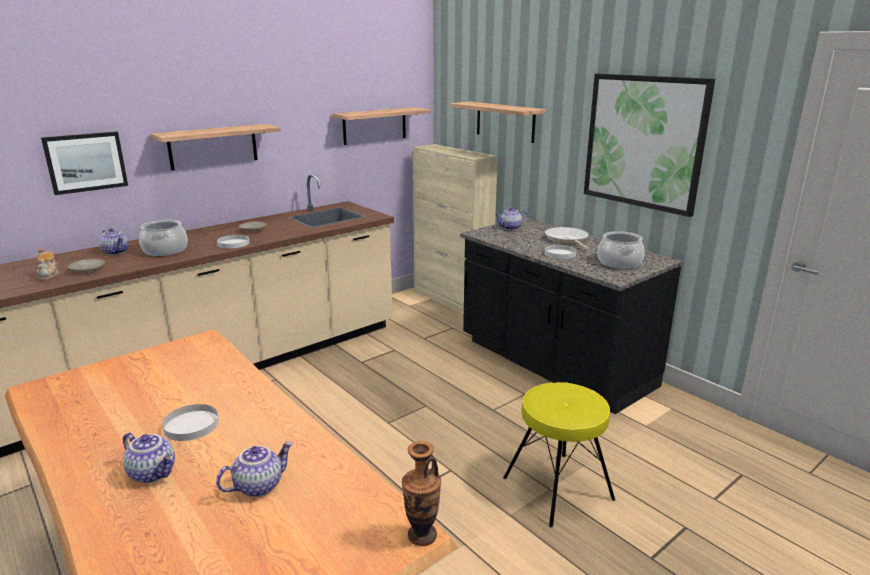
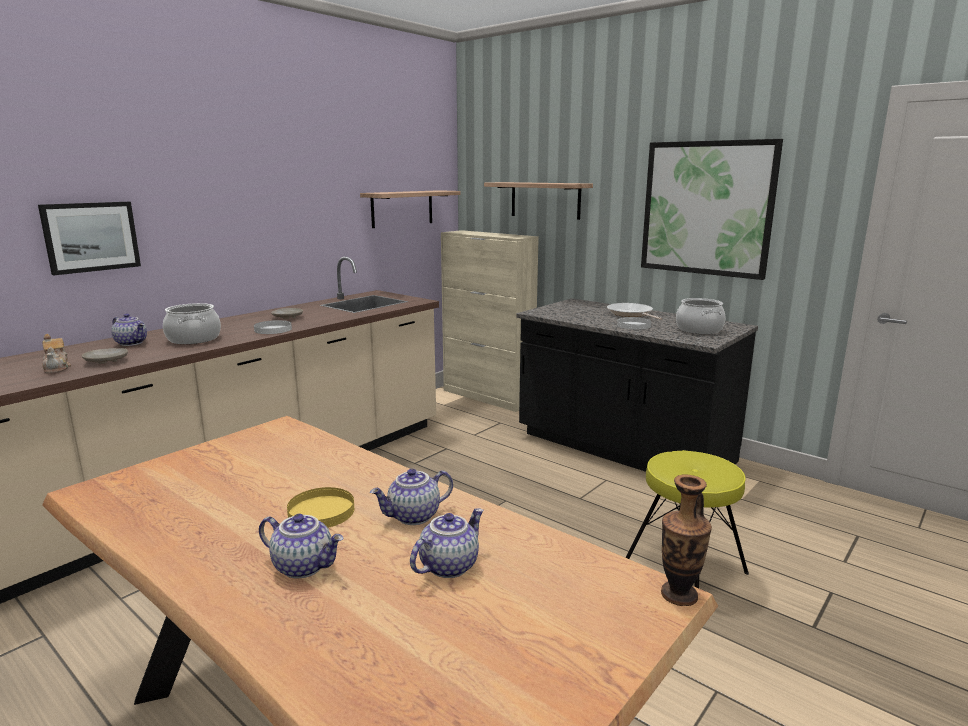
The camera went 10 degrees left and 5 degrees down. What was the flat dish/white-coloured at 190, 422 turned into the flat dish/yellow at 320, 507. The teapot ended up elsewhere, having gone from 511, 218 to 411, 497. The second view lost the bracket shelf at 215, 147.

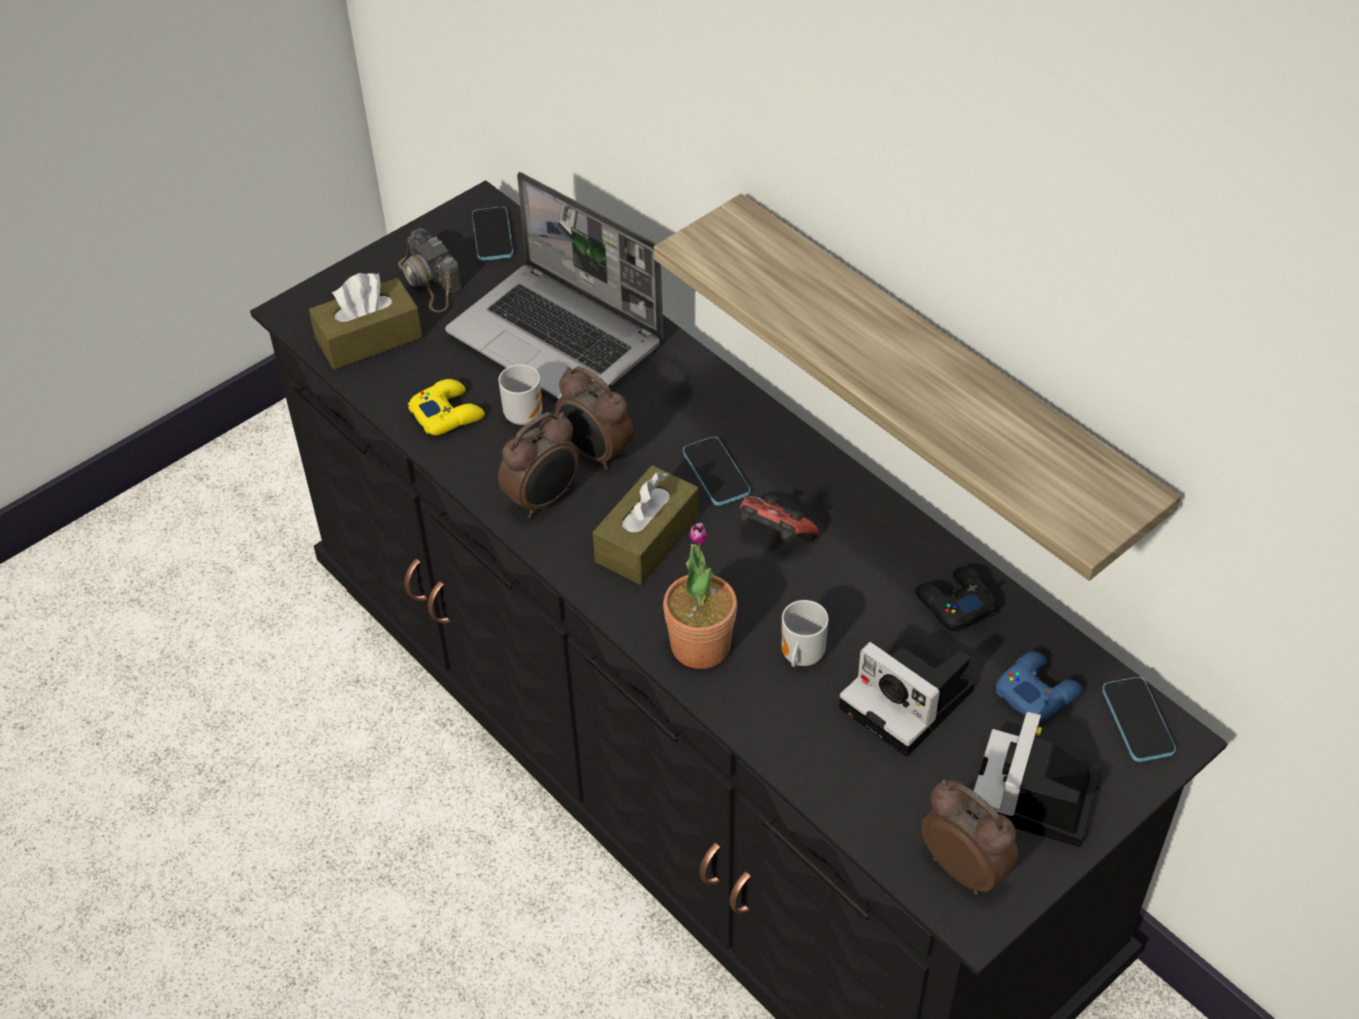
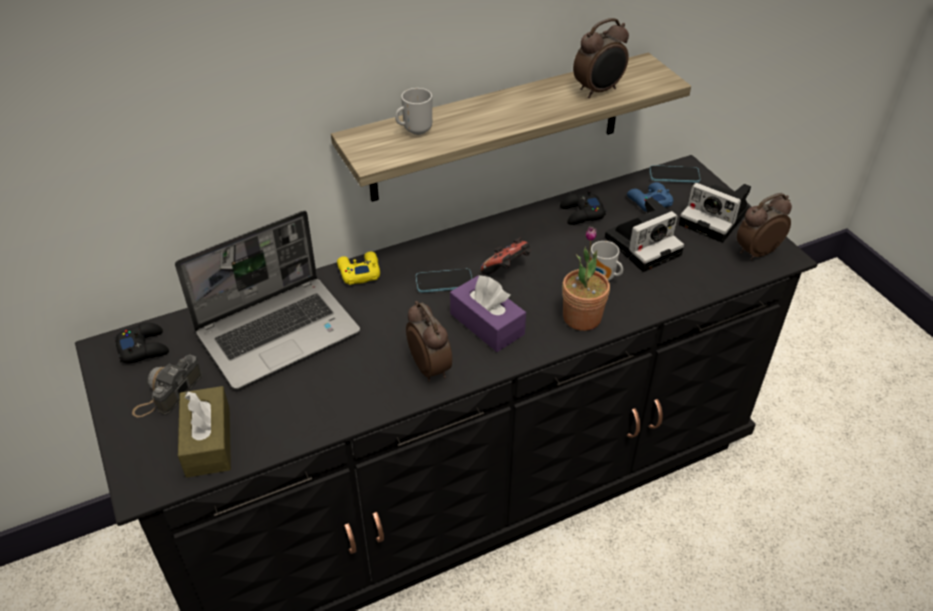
The camera went 75 degrees left and 5 degrees down. Where the telephone stood at 492, 234, the game controller/black-coloured came to stand at 141, 343. The photo camera at 429, 270 ended up facing another way, 135 degrees clockwise from before. The game controller/yellow ended up elsewhere, having gone from 446, 407 to 358, 268. The coffee mug ended up elsewhere, having gone from 520, 394 to 413, 111. What was the box of tissues/brown-coloured at 646, 525 turned into the box of tissues/purplish at 488, 313. The bedside clock ended up elsewhere, having gone from 594, 418 to 601, 58.

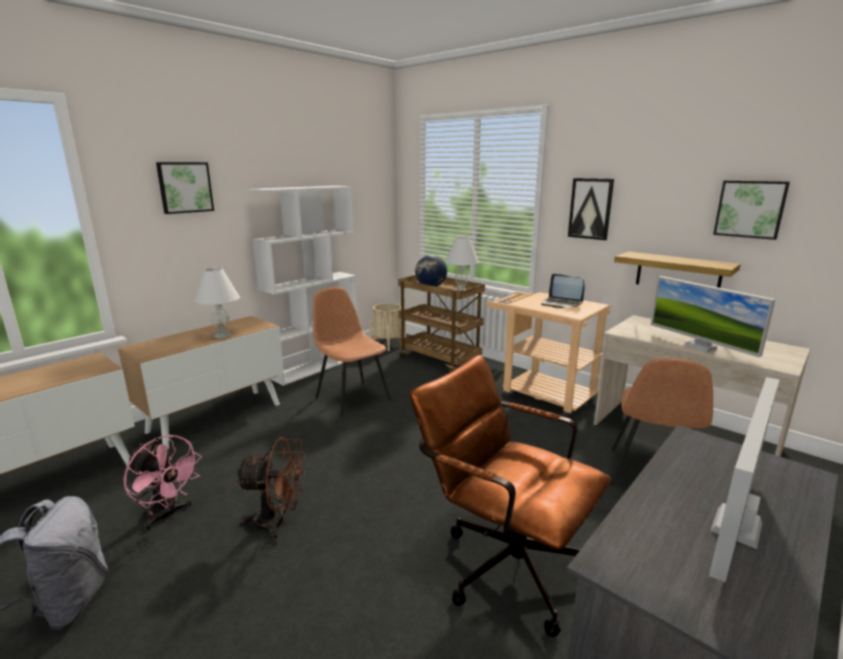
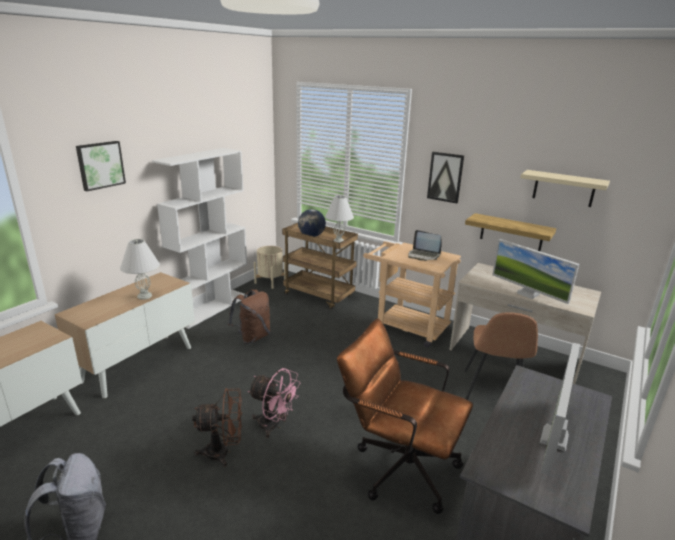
The camera went 10 degrees left and 5 degrees up. Where the plain chair/brown-coloured stood at 352, 351, the backpack/brown-coloured came to stand at 249, 316. The fan/pink ended up elsewhere, having gone from 163, 483 to 274, 403. Where the wall picture hung at 751, 210, the bracket shelf/beige-coloured came to hang at 565, 188.

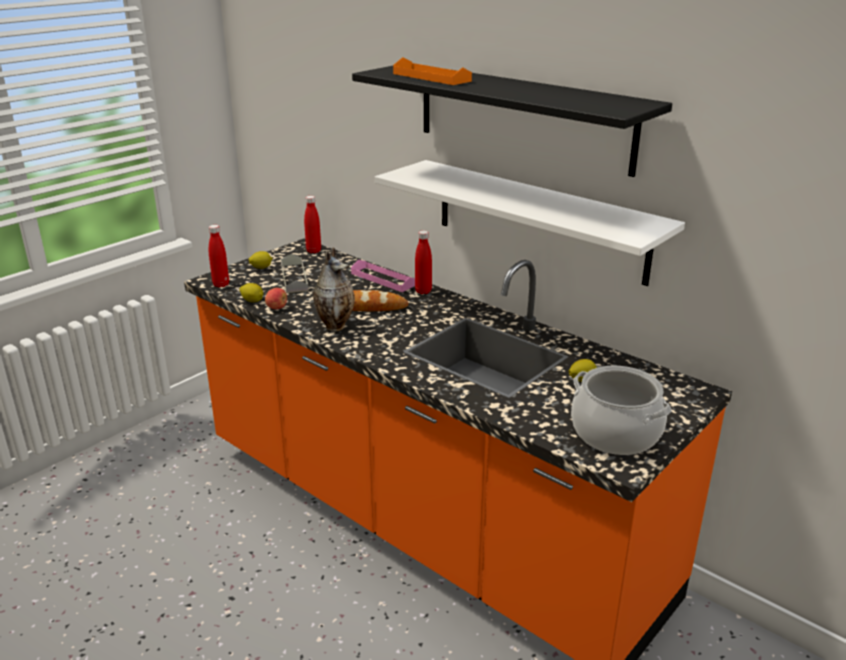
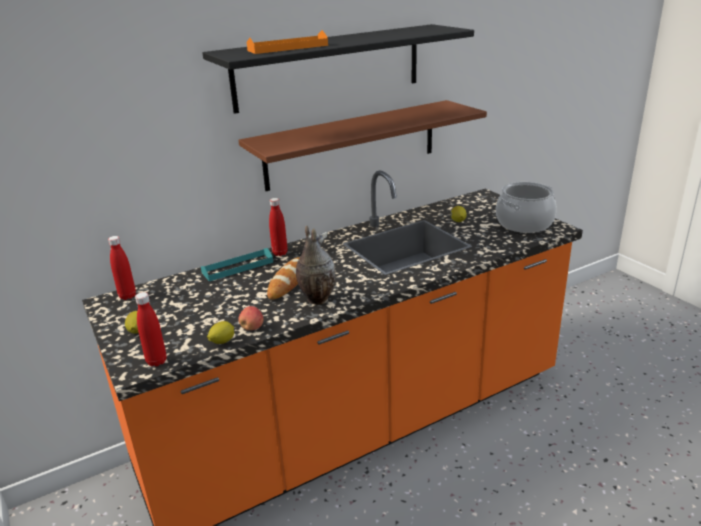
The camera went 70 degrees left and 0 degrees up. What was the tray/pink at 383, 276 turned into the tray/turquoise at 237, 264. What was the bracket shelf/white-coloured at 530, 223 turned into the bracket shelf/brown-coloured at 363, 145. The second view lost the tray/greyish at 295, 273.

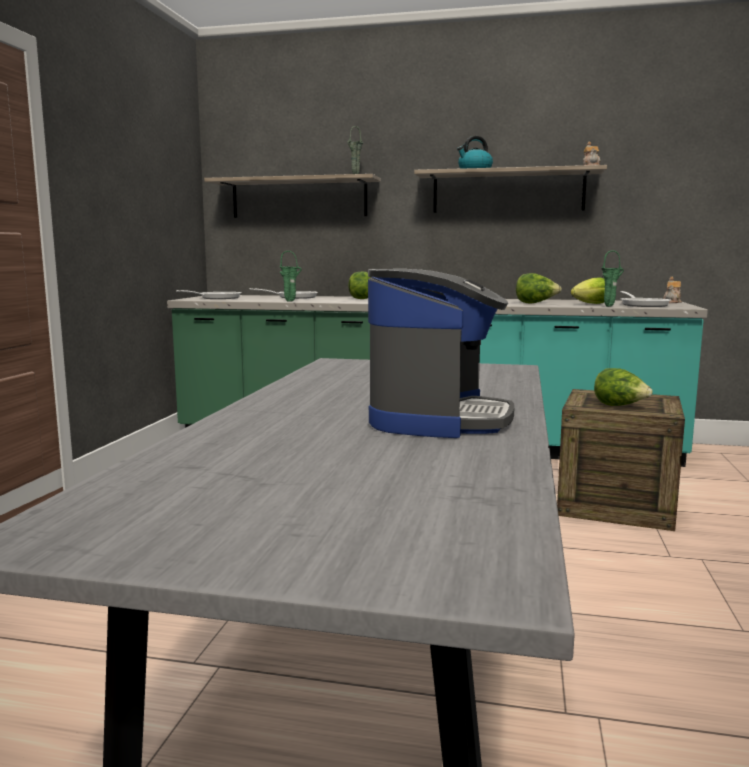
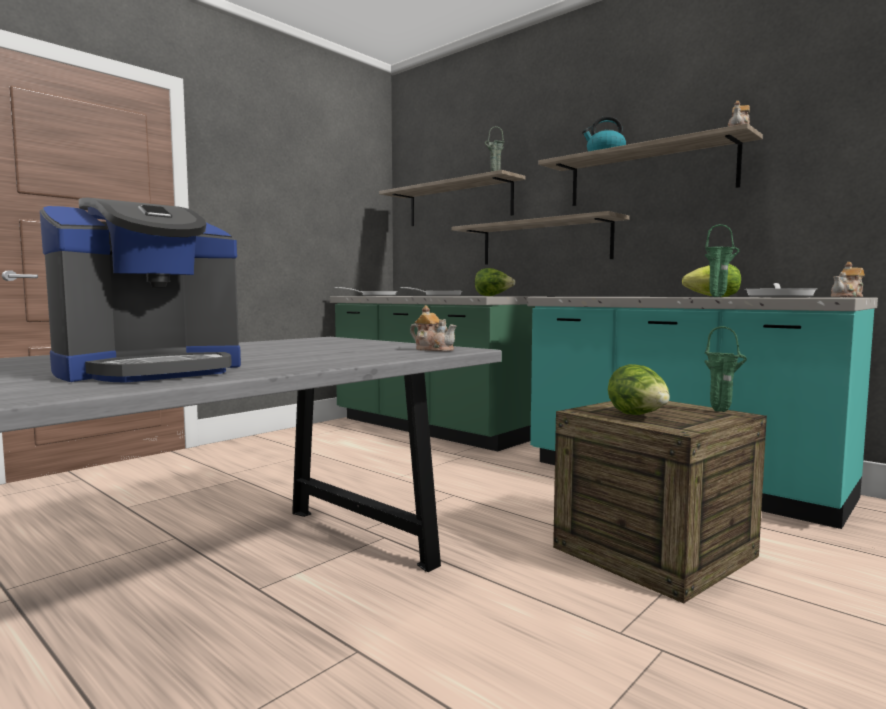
The camera went 30 degrees right and 5 degrees down. The second view gained the teapot at 433, 328. The second view gained the bracket shelf at 541, 238. The decorative vase/green-coloured ended up elsewhere, having gone from 290, 276 to 725, 369. The second view lost the lettuce head at 539, 288.

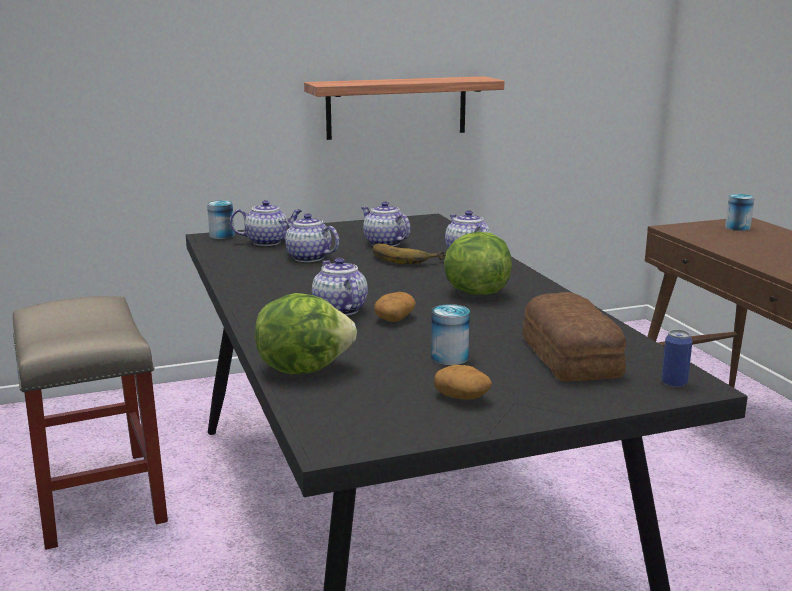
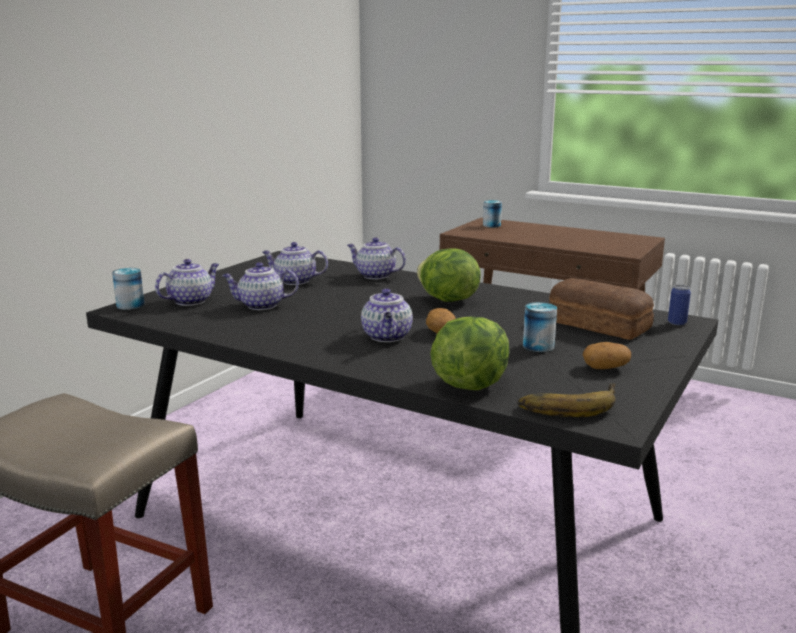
The camera went 40 degrees left and 0 degrees up. The teapot at 340, 287 ended up facing another way, 120 degrees counterclockwise from before. The banana fruit ended up elsewhere, having gone from 409, 254 to 567, 400. The second view lost the bracket shelf at 404, 108.

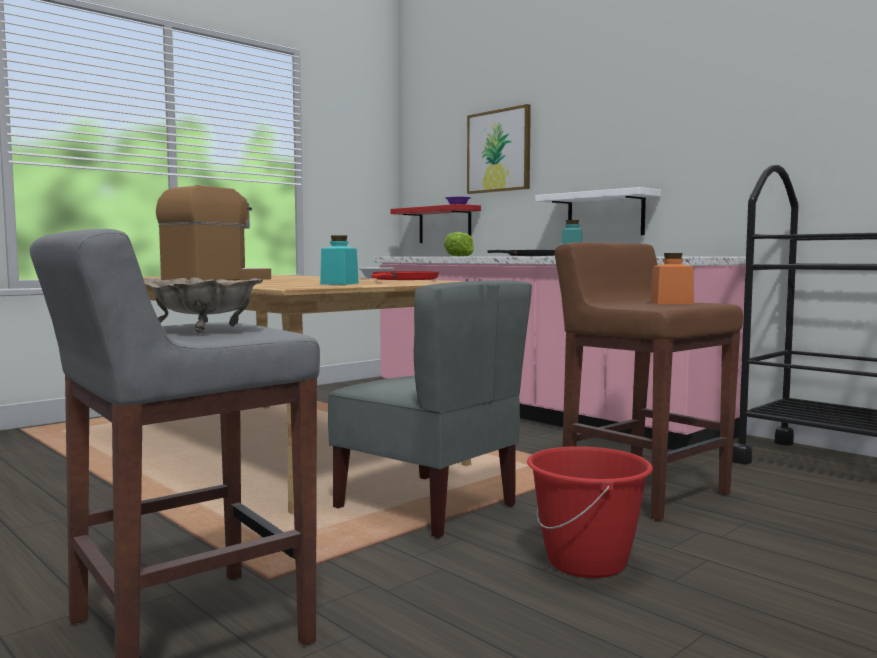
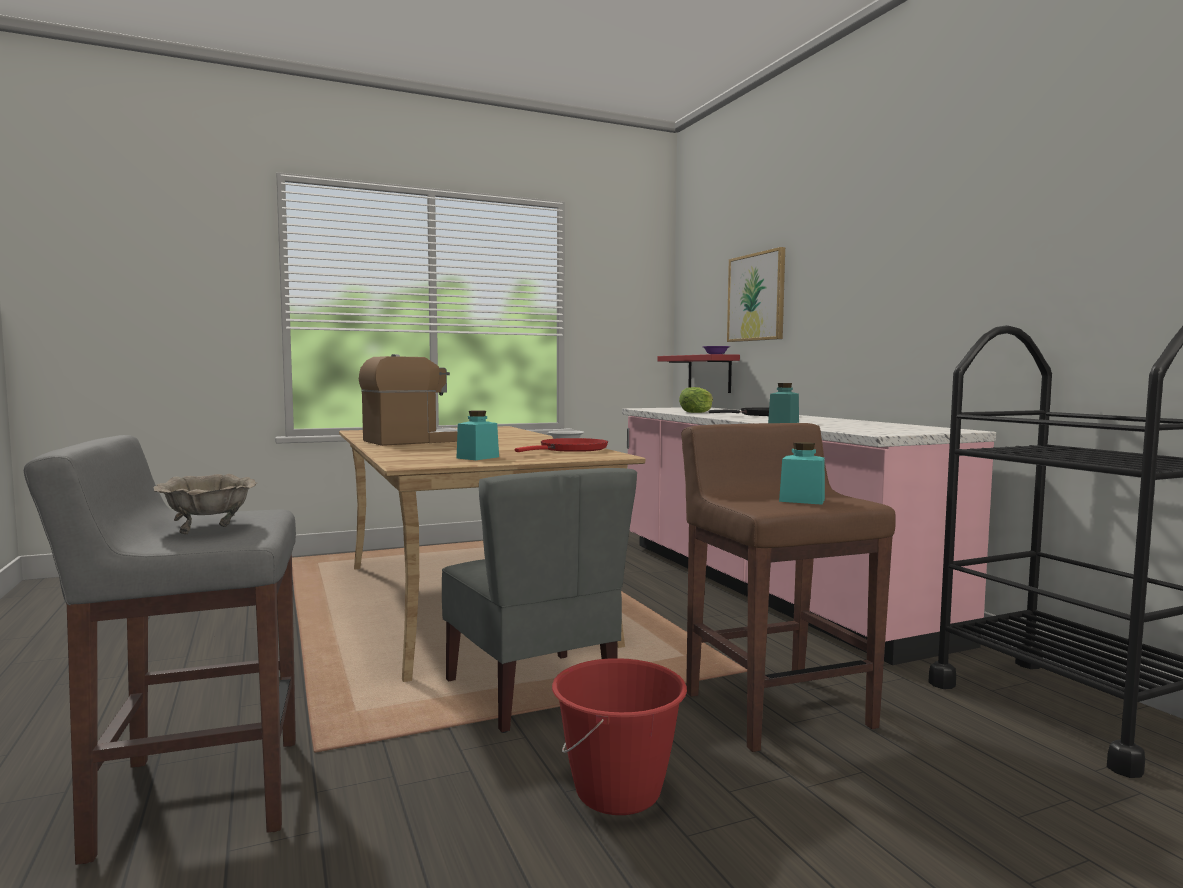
The camera went 20 degrees right and 0 degrees up. What was the storage jar/orange at 672, 278 turned into the storage jar/turquoise at 802, 473. The second view lost the bracket shelf/white-coloured at 598, 211.

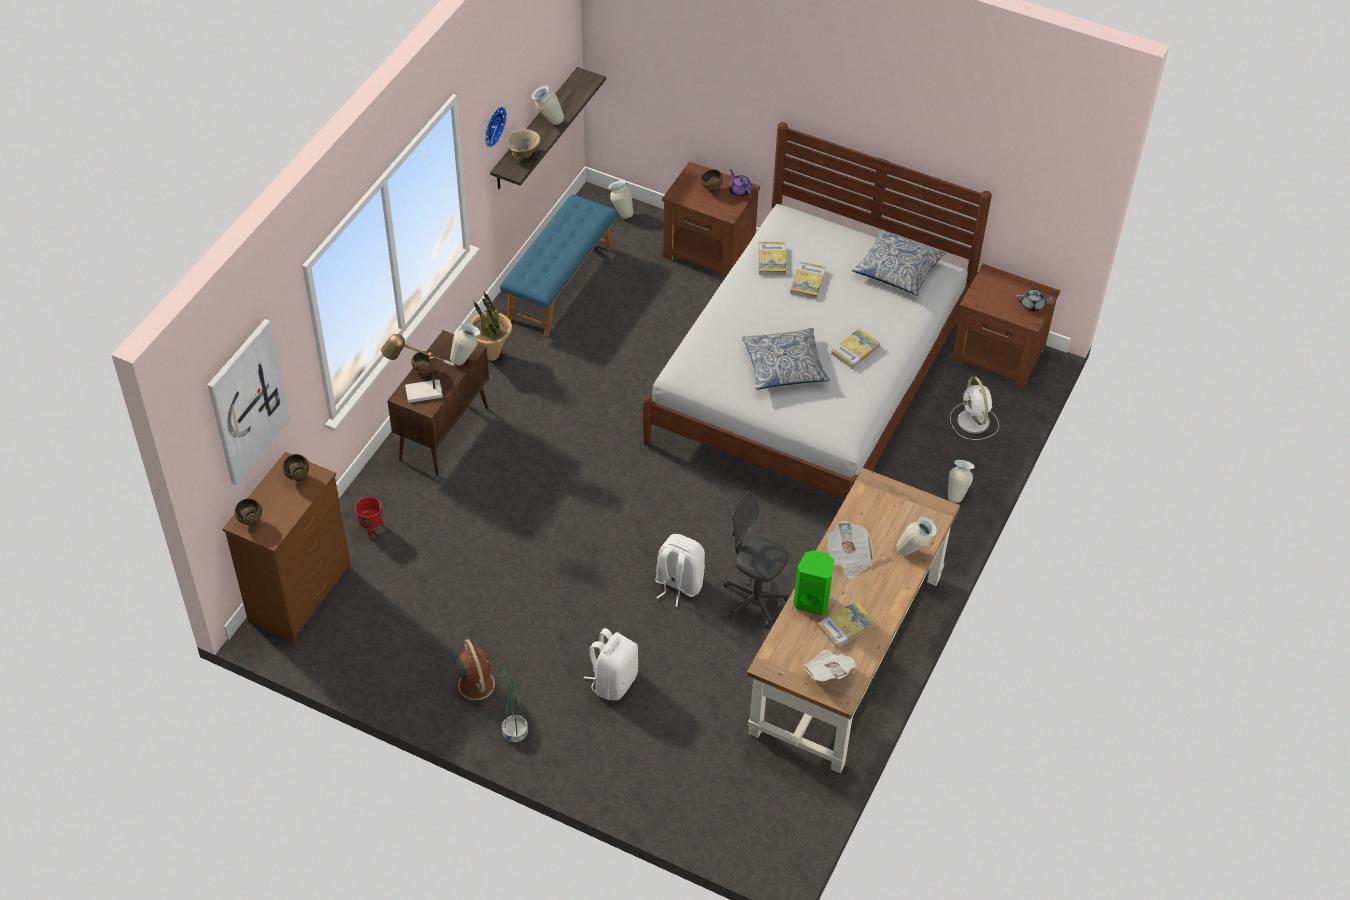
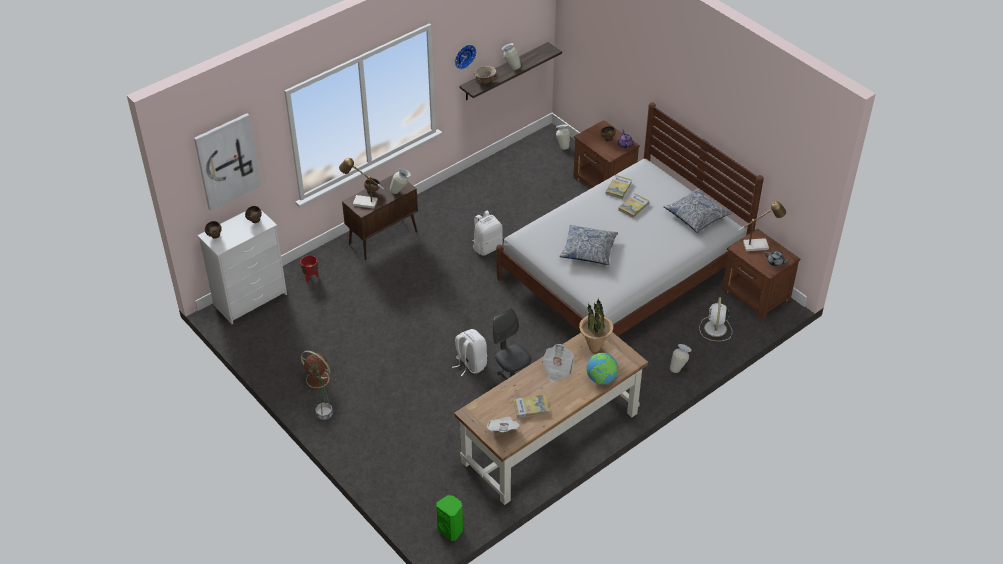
The camera went 25 degrees right and 5 degrees down. What was the drawer chest/brown-coloured at 286, 547 turned into the drawer chest/white-coloured at 242, 265. The fan/brown-coloured at 475, 674 ended up facing another way, 120 degrees clockwise from before. The speaker/green-coloured ended up elsewhere, having gone from 813, 583 to 449, 518. The backpack/white-coloured ended up elsewhere, having gone from 611, 664 to 487, 233. The houseplant ended up elsewhere, having gone from 490, 325 to 596, 325. Where the decorative vase stood at 916, 536, the world globe came to stand at 602, 368. The second view gained the lamp for a table at 762, 226. The second view lost the indoor bench/blue-coloured at 558, 265. The second view lost the bound book at 855, 348.

